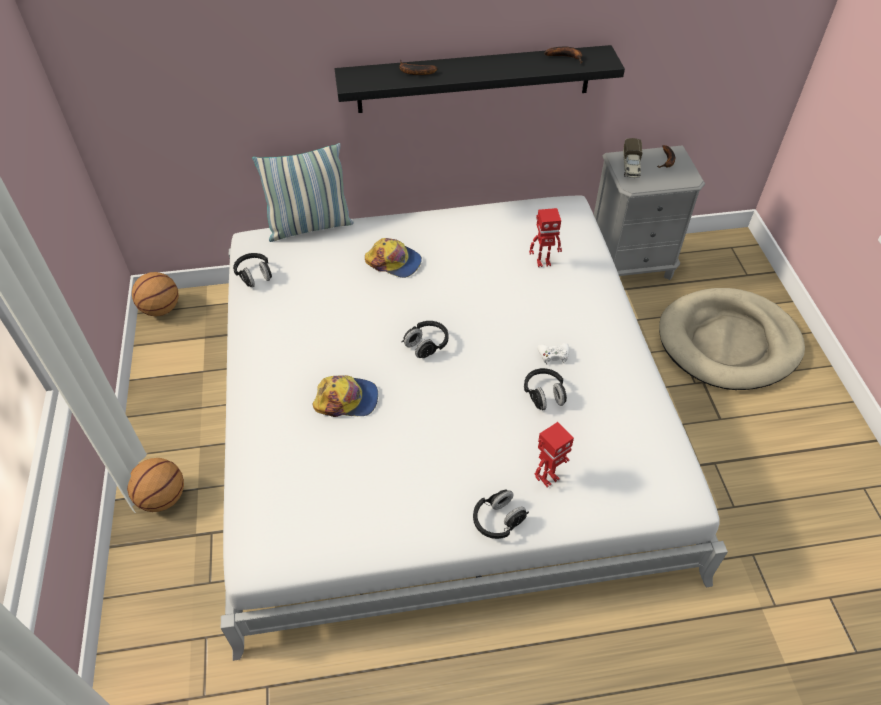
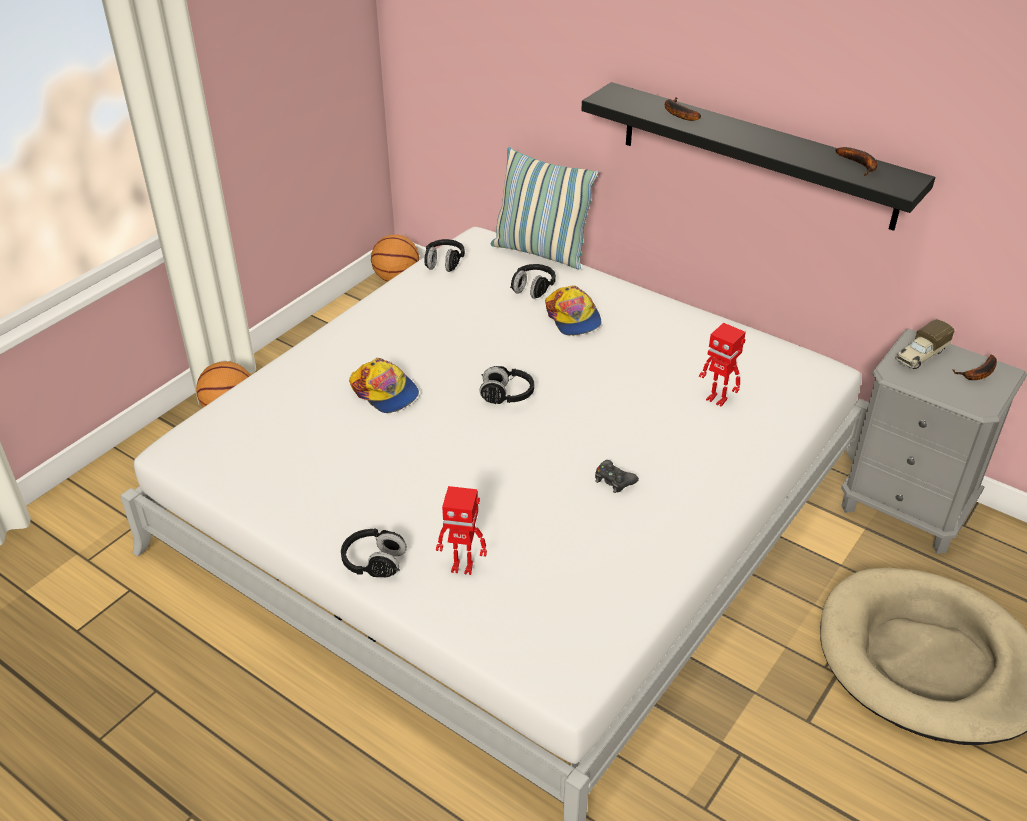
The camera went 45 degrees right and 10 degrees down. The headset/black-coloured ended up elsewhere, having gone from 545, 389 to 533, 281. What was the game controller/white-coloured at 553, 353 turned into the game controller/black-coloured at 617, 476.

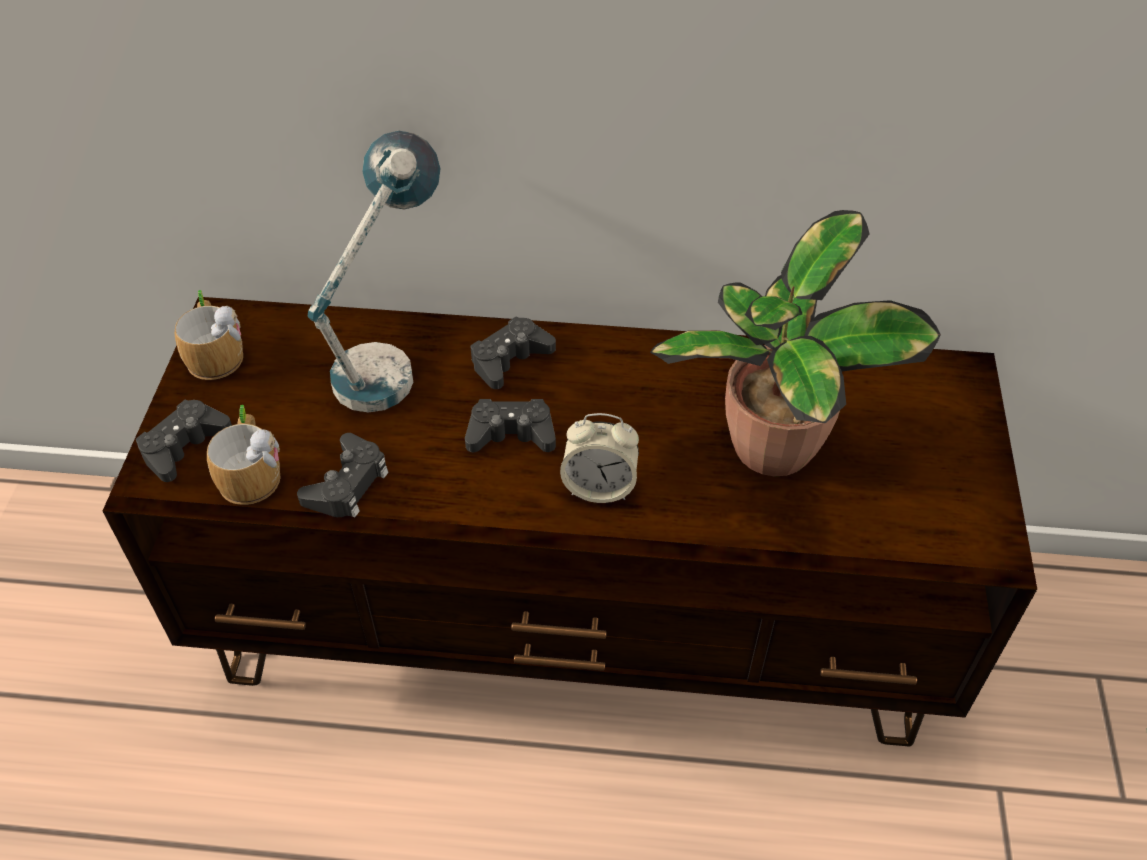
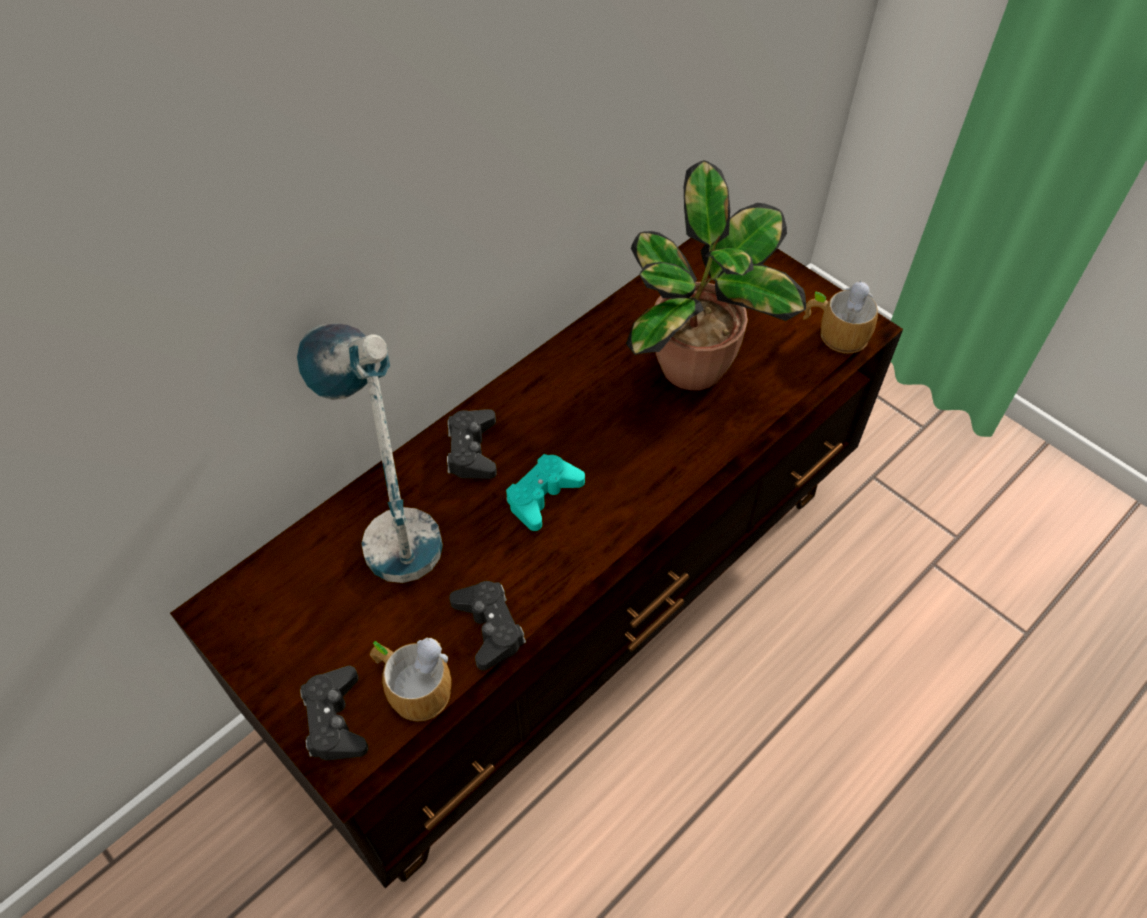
The camera went 50 degrees left and 5 degrees up. What was the game controller/black-coloured at 510, 425 turned into the game controller/turquoise at 545, 492. The coffee mug ended up elsewhere, having gone from 209, 335 to 840, 316. The second view lost the bedside clock at 599, 458.

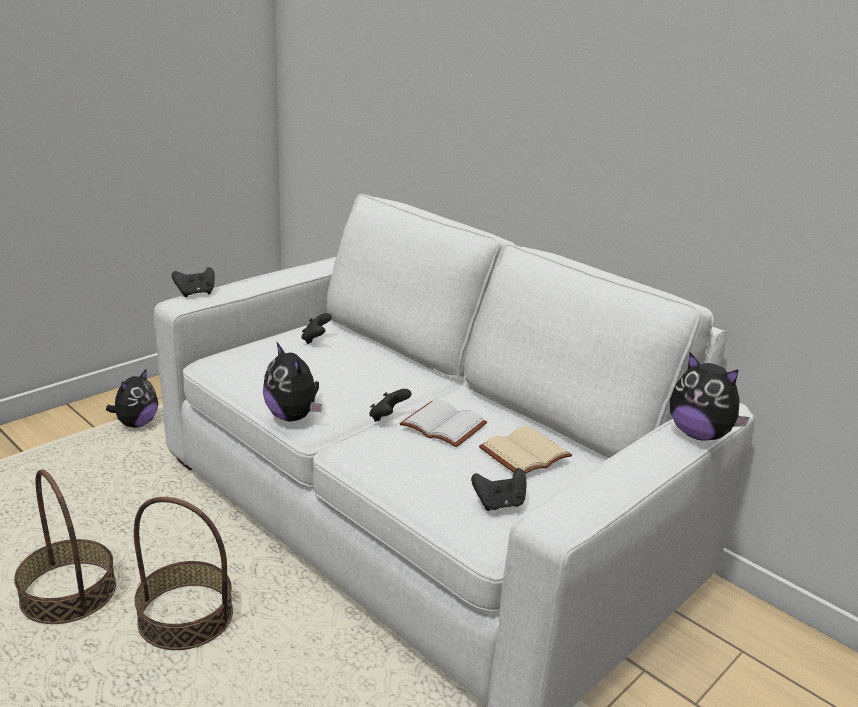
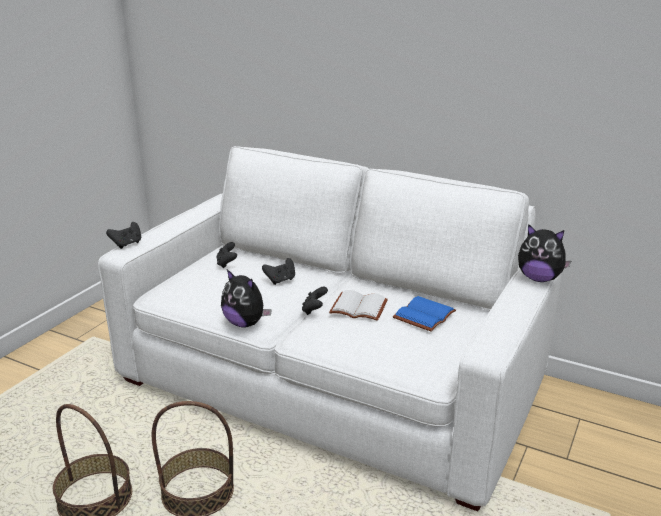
The camera went 15 degrees left and 0 degrees up. The game controller/black-coloured ended up elsewhere, having gone from 499, 489 to 278, 271. What was the bound book/beige-coloured at 525, 450 turned into the bound book/blue-coloured at 424, 314. The second view lost the plush toy at 132, 398.

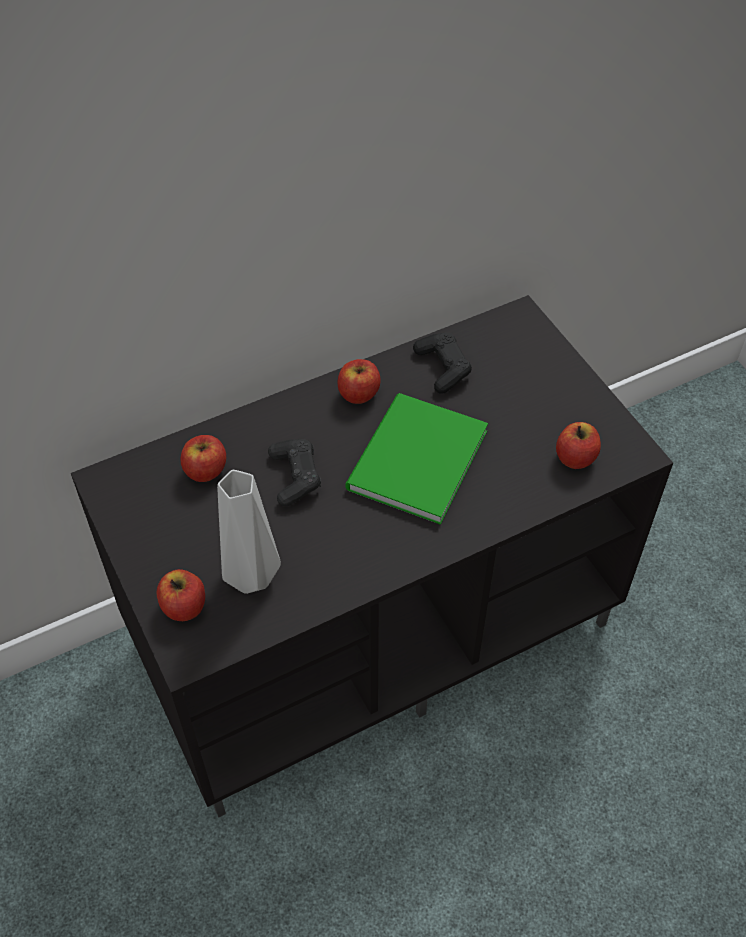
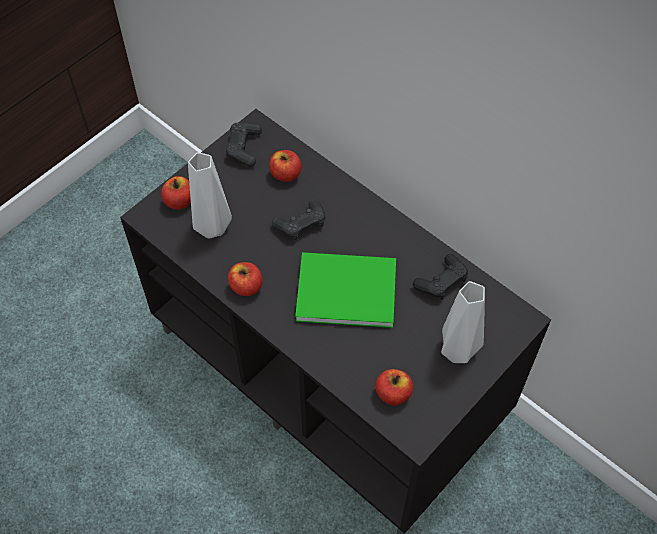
The camera went 70 degrees right and 5 degrees up. The second view gained the game controller/black-coloured at 243, 144. The apple ended up elsewhere, having gone from 358, 381 to 245, 279. The second view gained the decorative vase/greyish at 463, 322.

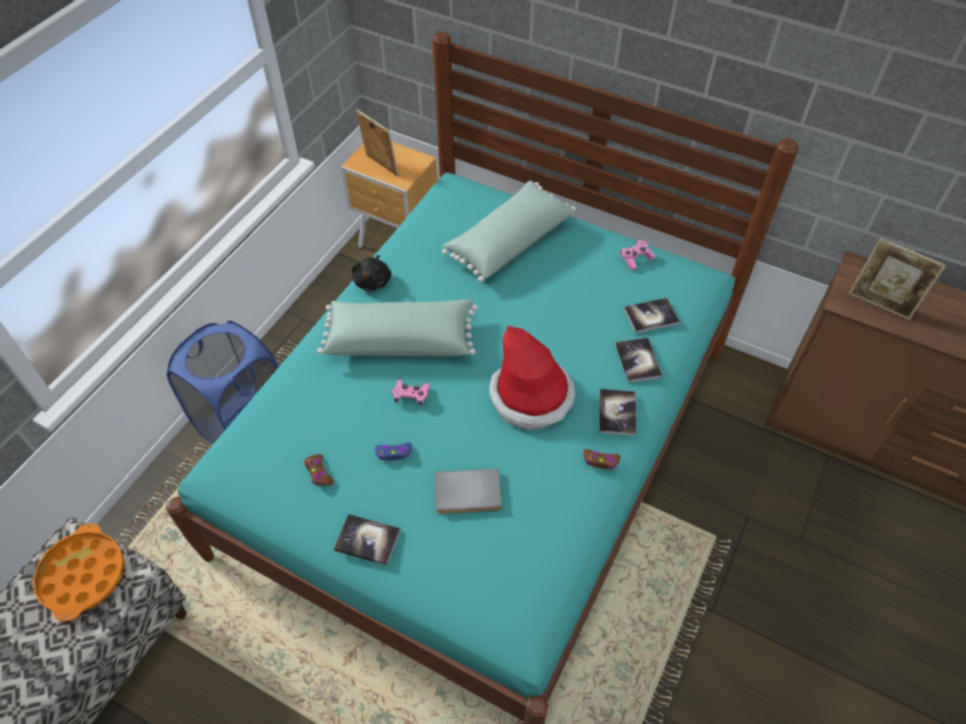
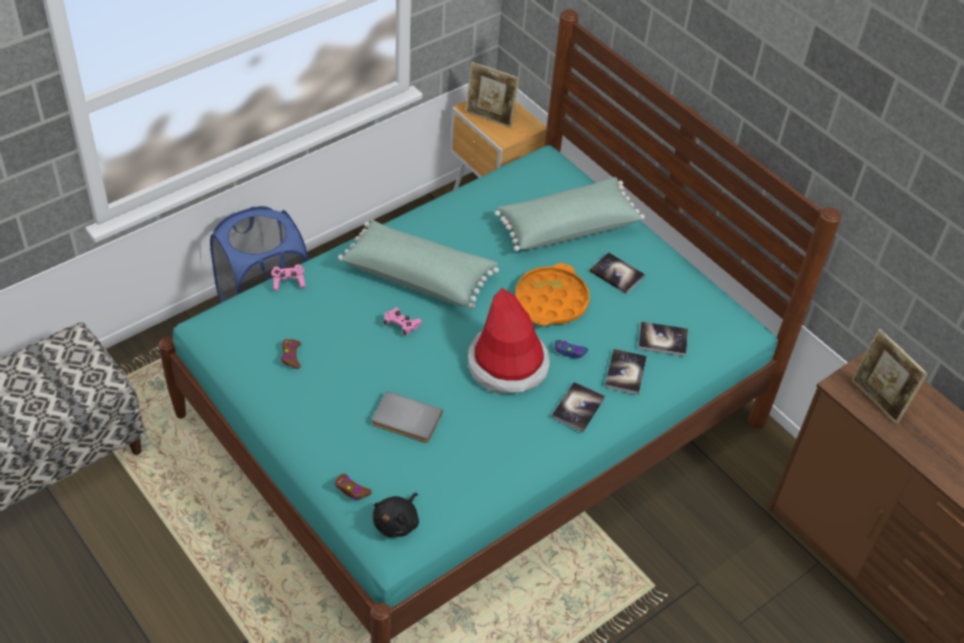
The camera went 20 degrees right and 5 degrees down. The game controller/pink ended up elsewhere, having gone from 637, 255 to 288, 277. The game controller/brown-coloured ended up elsewhere, having gone from 601, 459 to 353, 487. The plush toy/black-coloured ended up elsewhere, having gone from 372, 273 to 396, 515. The photo frame at 377, 143 ended up facing another way, 135 degrees clockwise from before. The tray/orange ended up elsewhere, having gone from 78, 573 to 552, 294. The game controller/blue-coloured ended up elsewhere, having gone from 393, 451 to 571, 349. The bound book ended up elsewhere, having gone from 367, 539 to 617, 273.

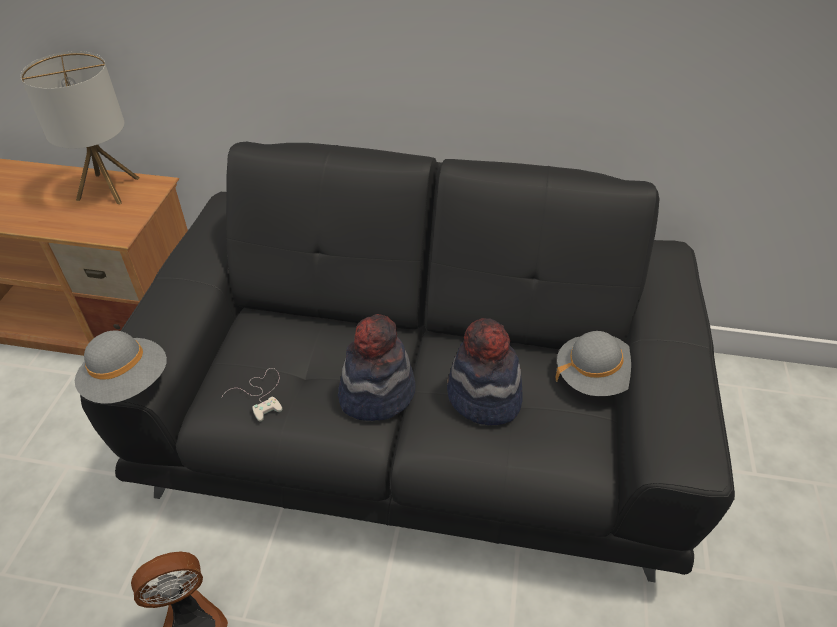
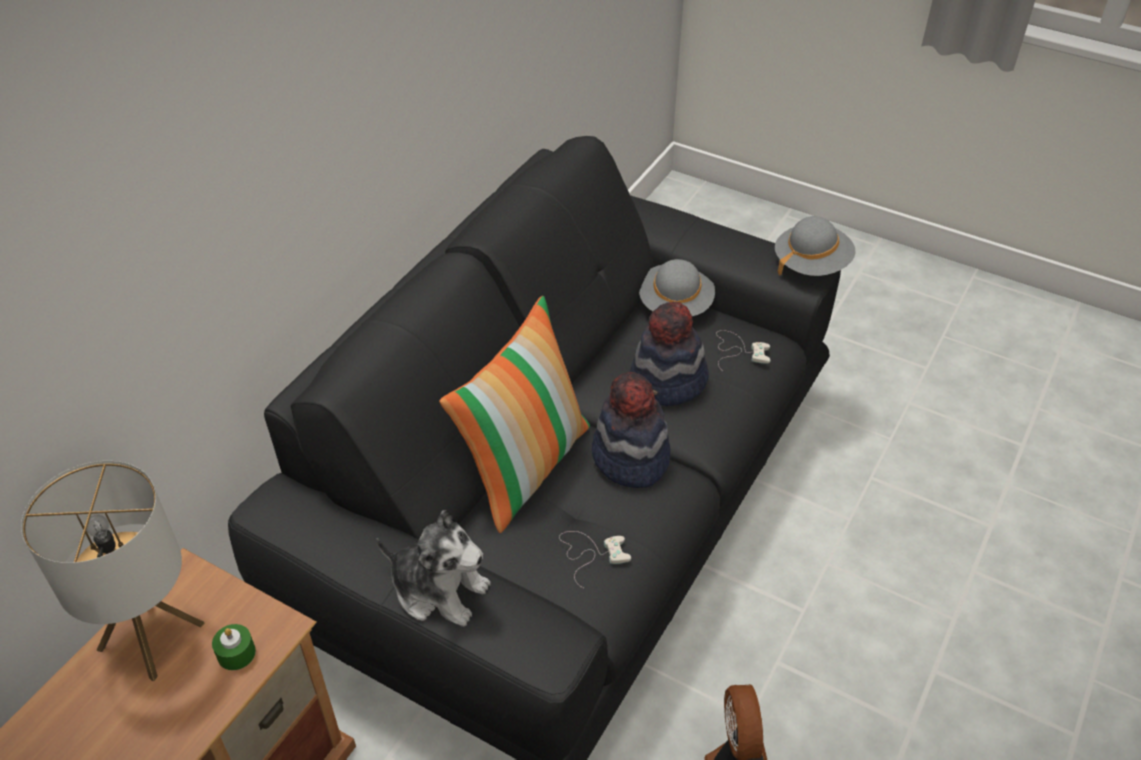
The camera went 70 degrees left and 0 degrees up. The second view gained the wax candle/green-coloured at 234, 647. The second view gained the plush toy at 433, 568. The second view gained the pillow at 514, 414. The second view gained the game controller/white-coloured at 743, 350. The hat/greyish ended up elsewhere, having gone from 121, 367 to 815, 246.

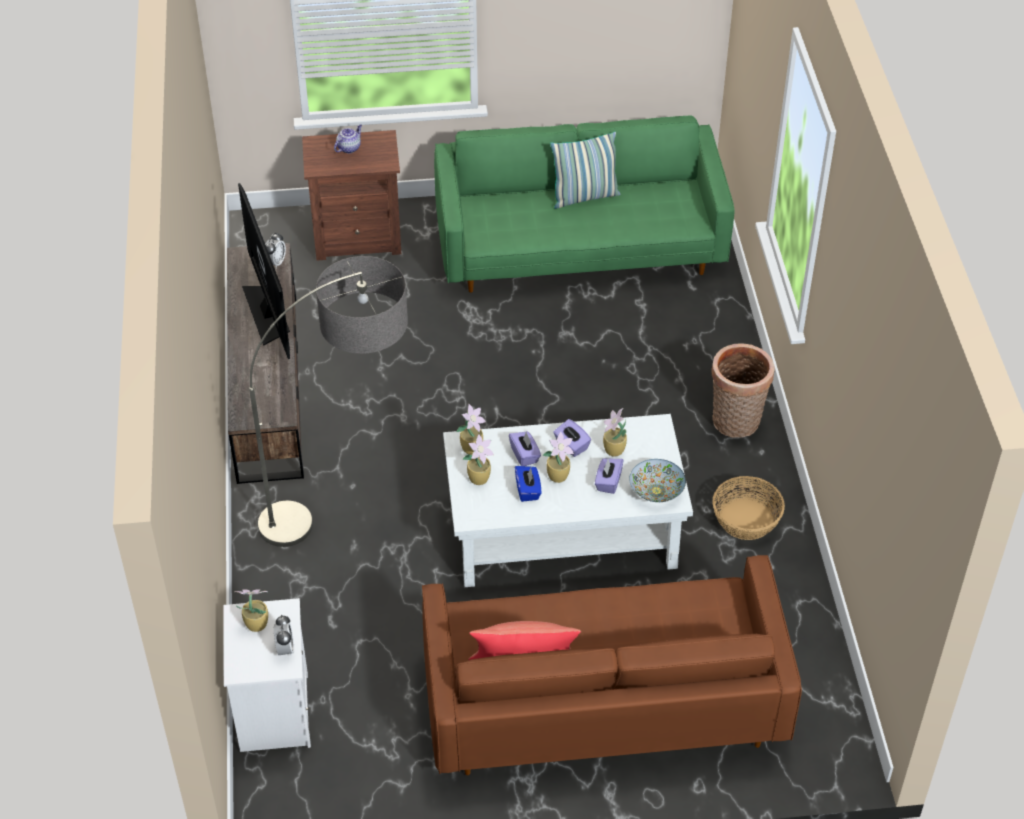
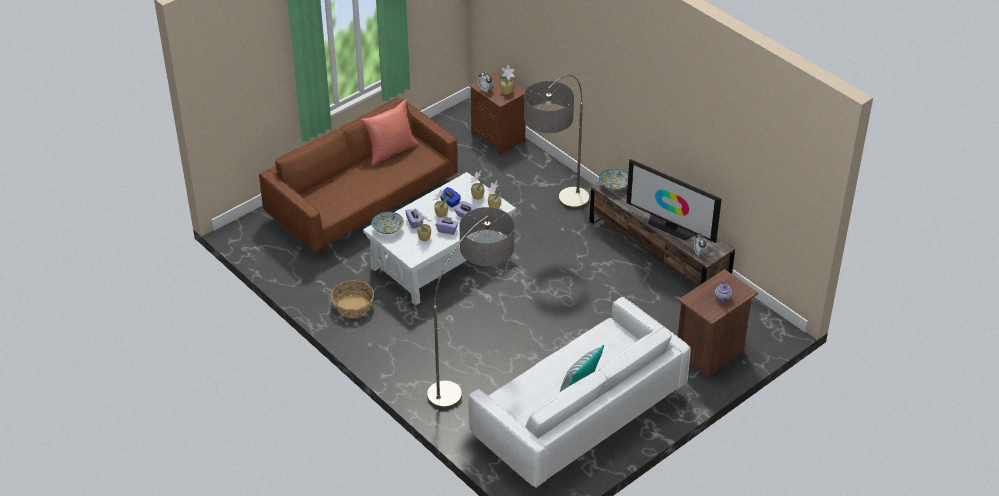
The camera went 145 degrees right and 5 degrees down. The second view gained the floor lamp at 470, 308. What was the couch/green-coloured at 584, 204 turned into the couch/white-coloured at 579, 392. What was the bedside table/white-coloured at 267, 675 turned into the bedside table/brown-coloured at 497, 113. The second view gained the serving bowl at 613, 179. The second view lost the storage basket at 743, 390.

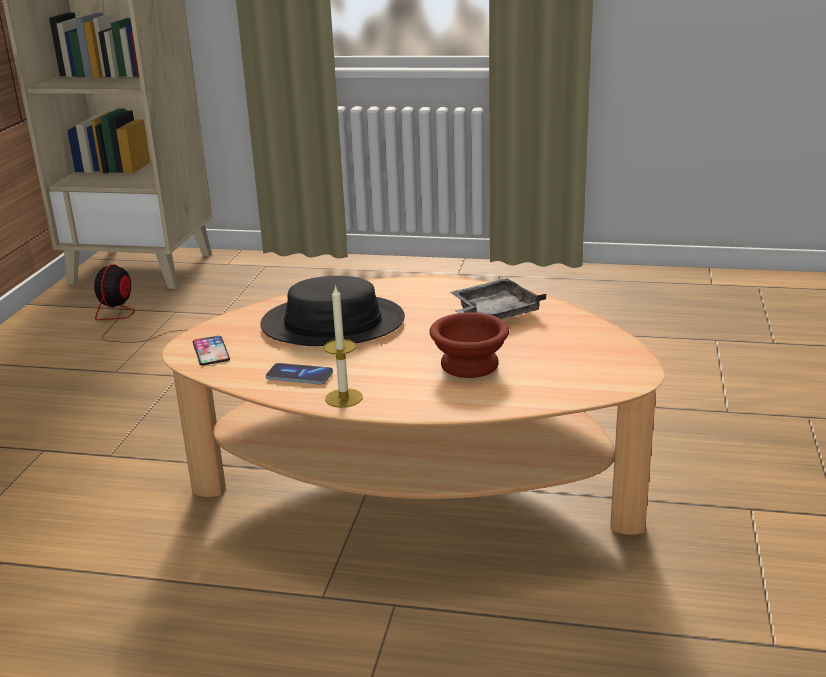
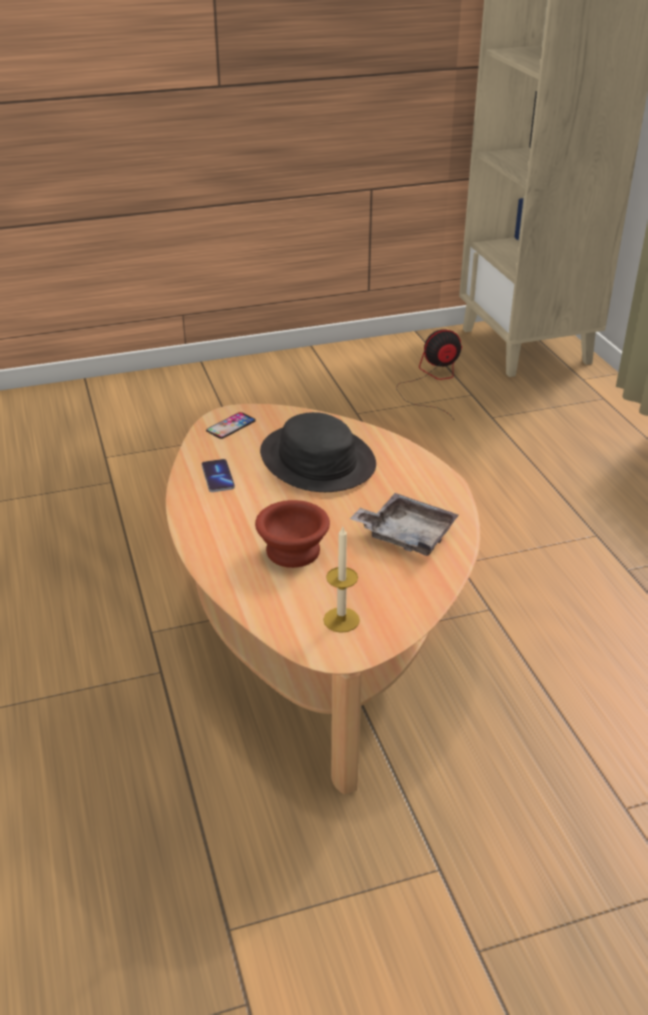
The camera went 60 degrees right and 10 degrees up. The wax candle ended up elsewhere, having gone from 343, 346 to 341, 580.

